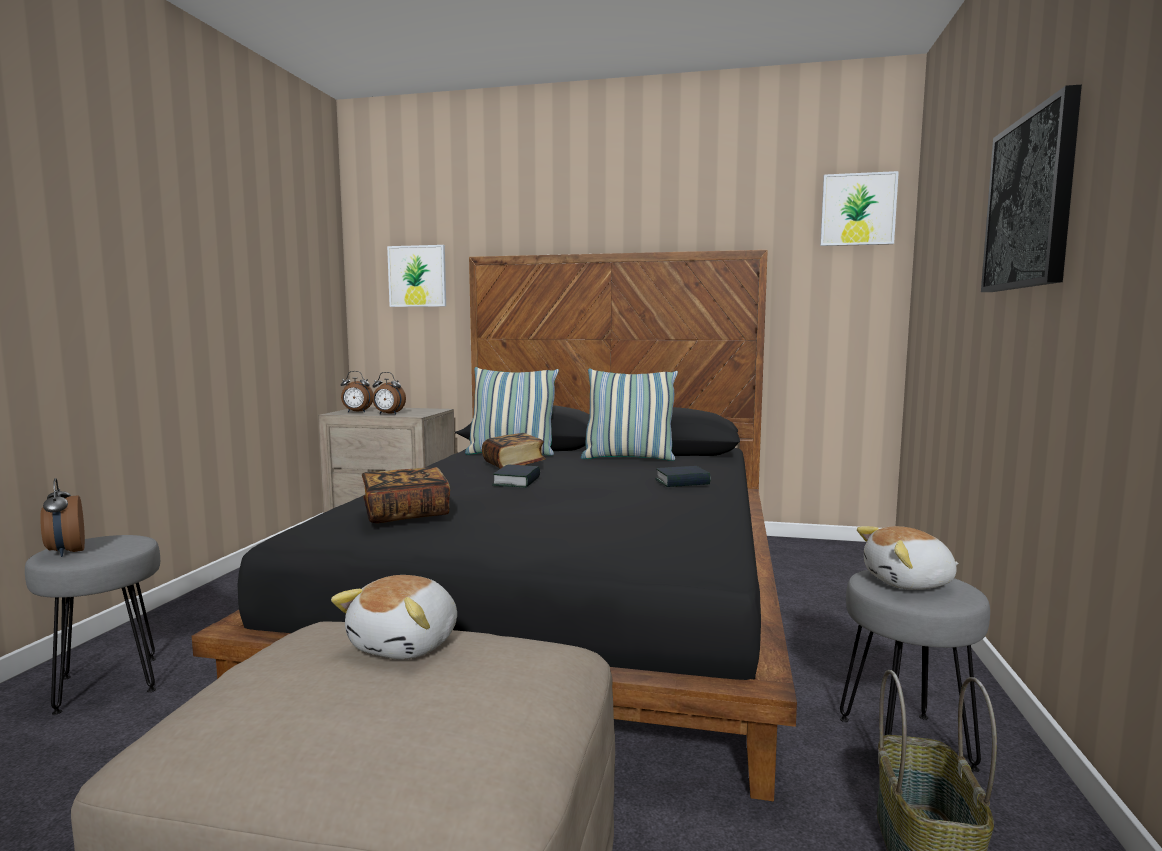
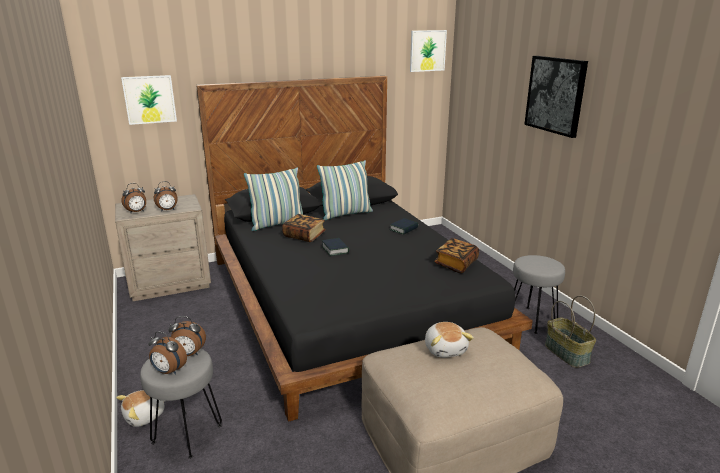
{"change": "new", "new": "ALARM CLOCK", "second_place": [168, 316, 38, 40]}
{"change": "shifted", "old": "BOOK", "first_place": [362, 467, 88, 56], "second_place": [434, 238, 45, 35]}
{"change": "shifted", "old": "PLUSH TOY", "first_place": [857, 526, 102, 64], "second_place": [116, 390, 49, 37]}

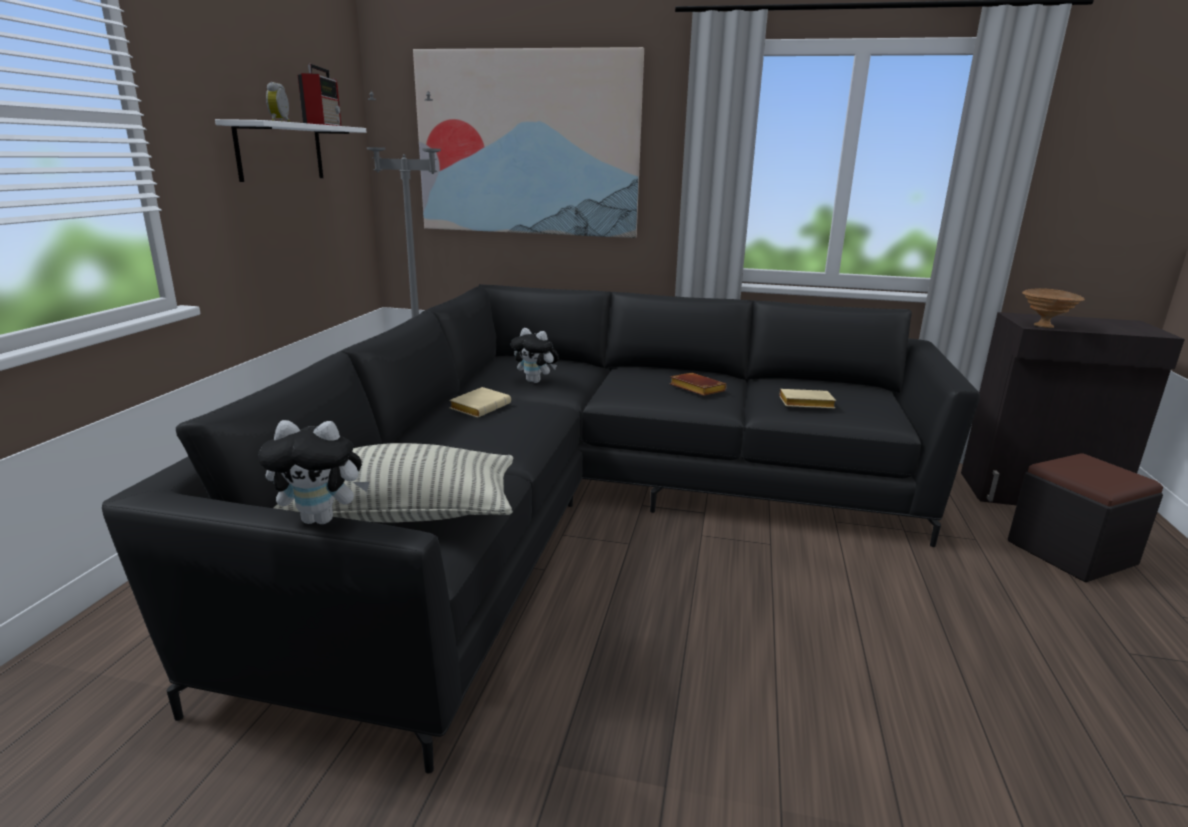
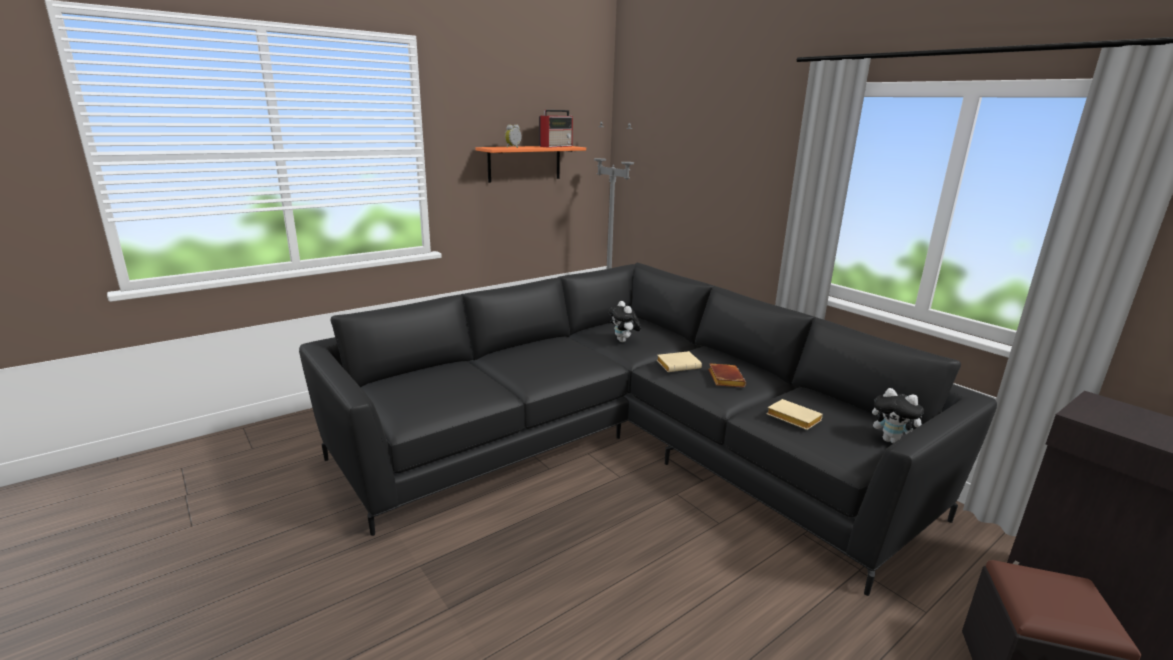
{"change": "gone", "old": "PILLOW", "first_place": [274, 443, 239, 80]}
{"change": "gone", "old": "PICTURE", "first_place": [413, 47, 231, 191]}
{"change": "gone", "old": "BROWN BOWL", "first_place": [1022, 288, 63, 40]}
{"change": "shifted", "old": "PLUSH TOY", "first_place": [258, 420, 112, 104], "second_place": [872, 388, 52, 56]}
{"change": "shifted", "old": "BEIGE BOOK", "first_place": [449, 387, 62, 31], "second_place": [657, 351, 45, 21]}
{"change": "repainted", "old": "WHITE SHELF", "new": "ORANGE SHELF", "first_place": [215, 119, 151, 63], "second_place": [476, 146, 110, 37]}

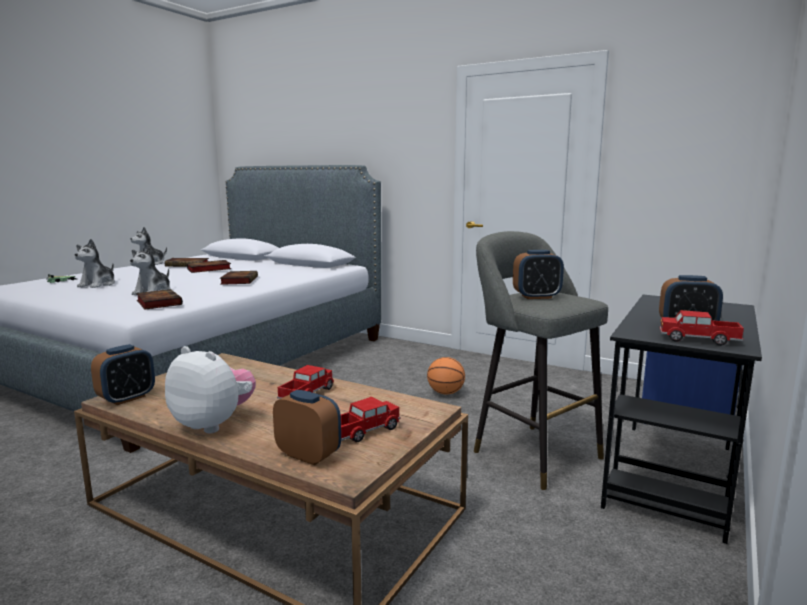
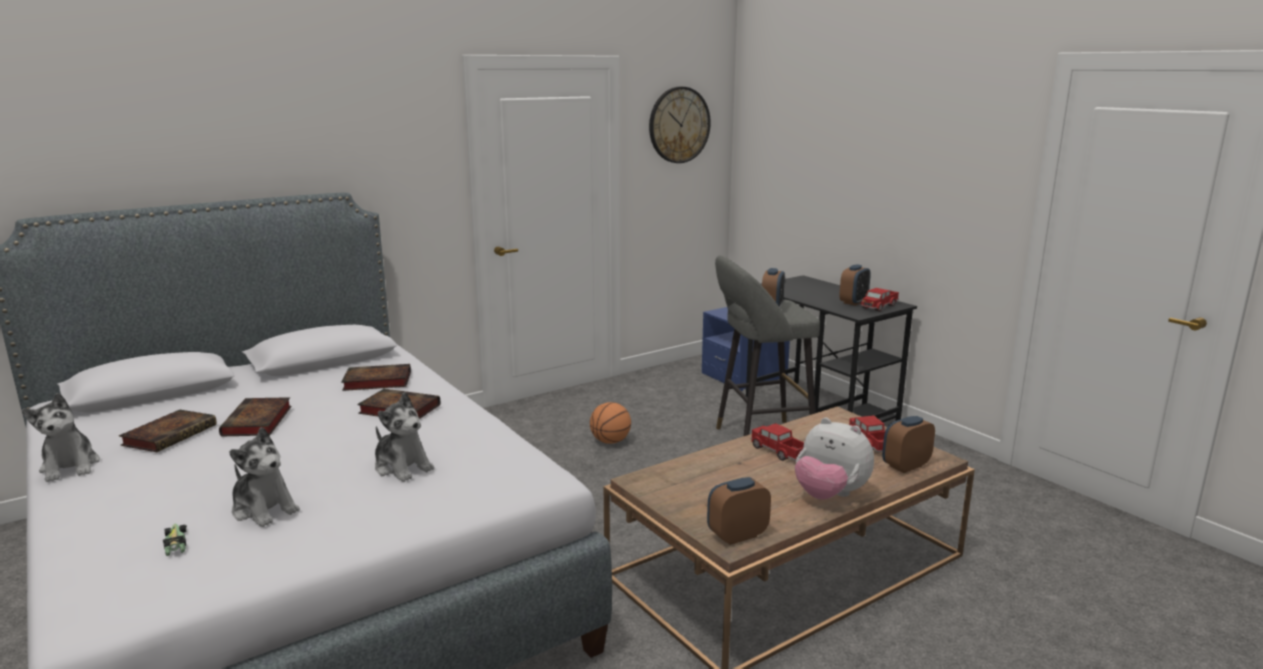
{"change": "new", "new": "WALL CLOCK", "second_place": [649, 87, 62, 76]}
{"change": "shifted", "old": "BOOK", "first_place": [136, 289, 47, 21], "second_place": [341, 364, 70, 27]}
{"change": "rotated", "old": "ALARM CLOCK", "first_place": [91, 344, 64, 61], "second_place": [707, 477, 64, 68], "degrees": -90}
{"change": "rotated", "old": "PLUSH TOY", "first_place": [165, 346, 91, 87], "second_place": [795, 417, 79, 83], "degrees": -105}

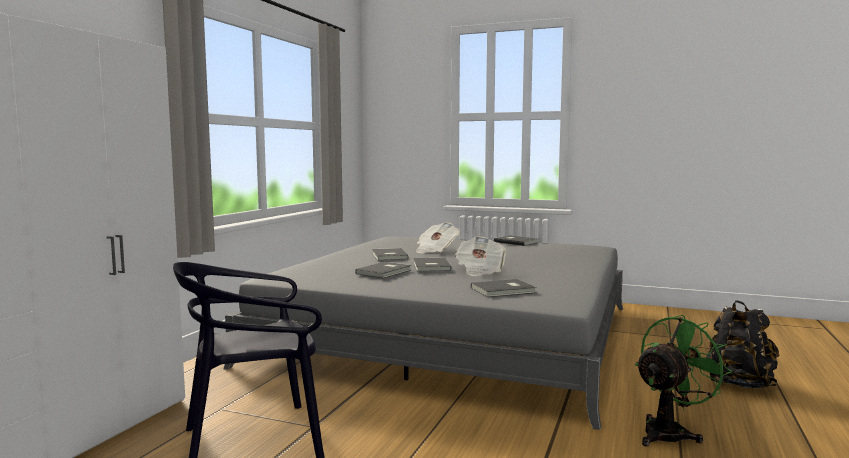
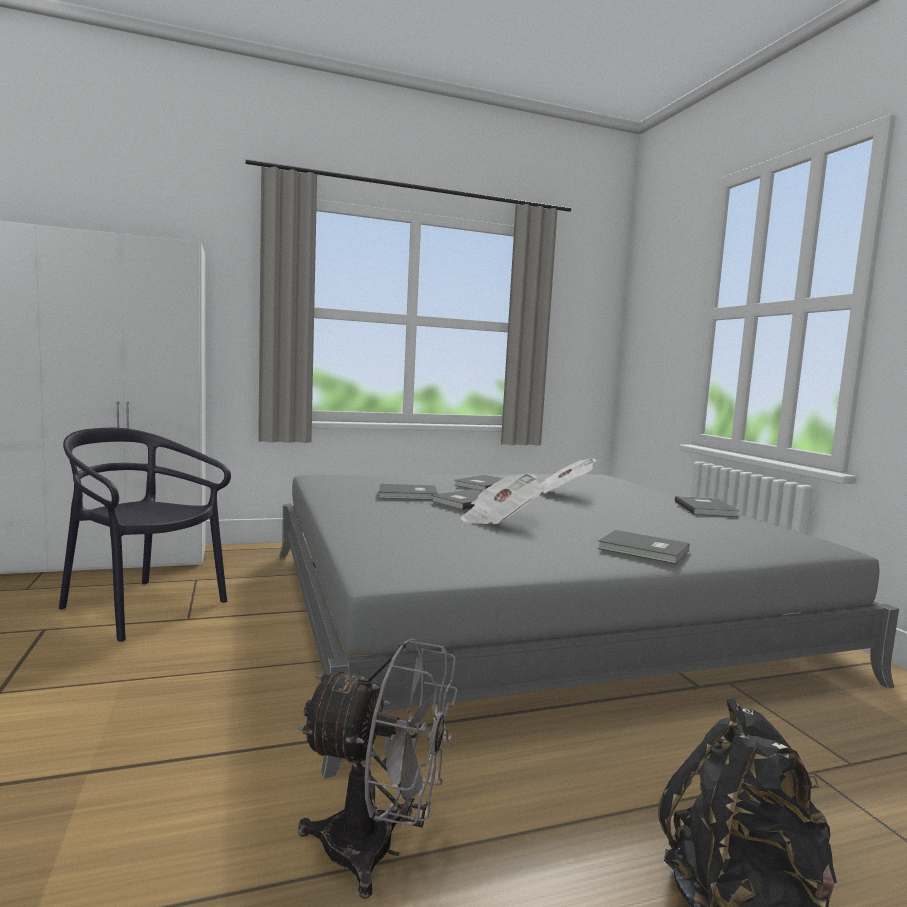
{"change": "shifted", "old": "GREY BOOK", "first_place": [471, 279, 65, 18], "second_place": [598, 530, 91, 34]}
{"change": "repainted", "old": "GREEN FAN", "new": "GREY FAN", "first_place": [635, 315, 97, 131], "second_place": [297, 638, 160, 261]}

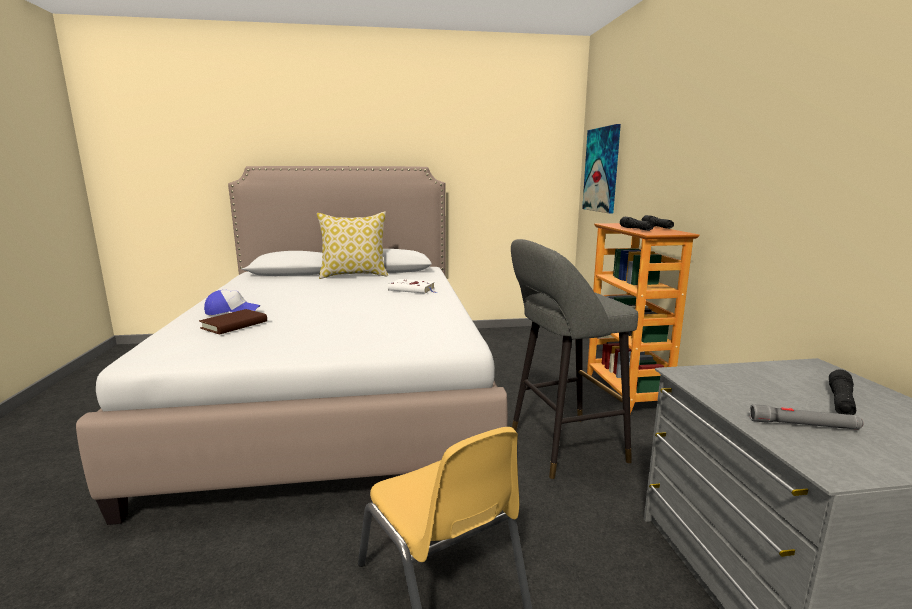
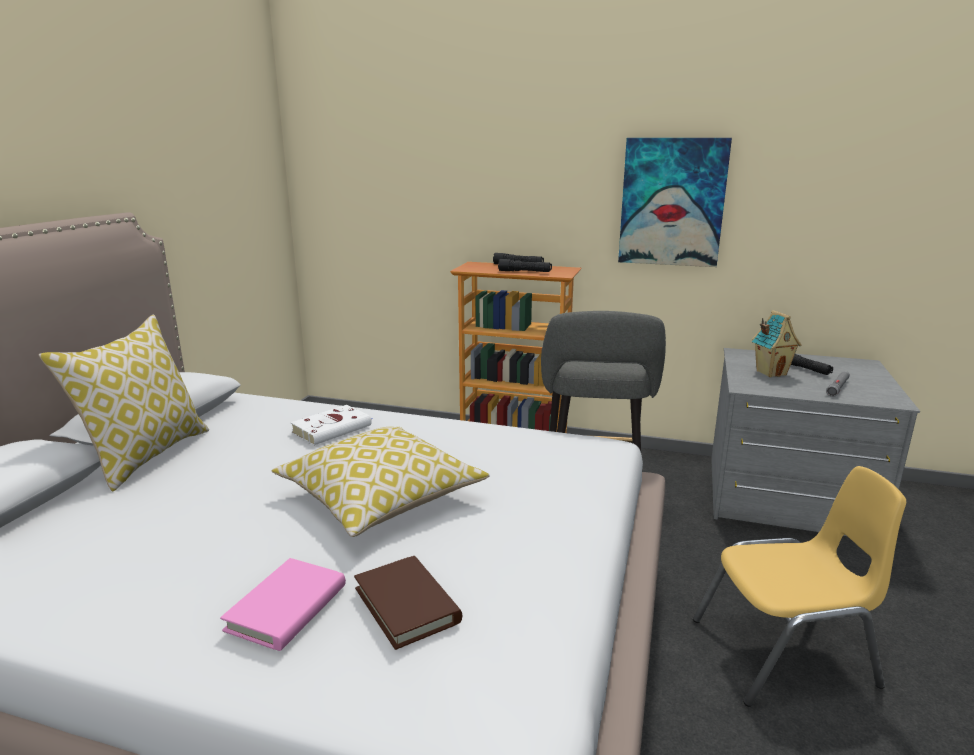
{"change": "new", "new": "PILLOW", "second_place": [271, 427, 219, 110]}
{"change": "new", "new": "TOY HOUSE", "second_place": [752, 310, 49, 67]}
{"change": "shifted", "old": "PICTURE", "first_place": [582, 124, 39, 90], "second_place": [618, 138, 114, 129]}
{"change": "swapped", "old": "CAP", "new": "PINK BOOK", "first_place": [204, 290, 56, 25], "second_place": [220, 558, 126, 93]}

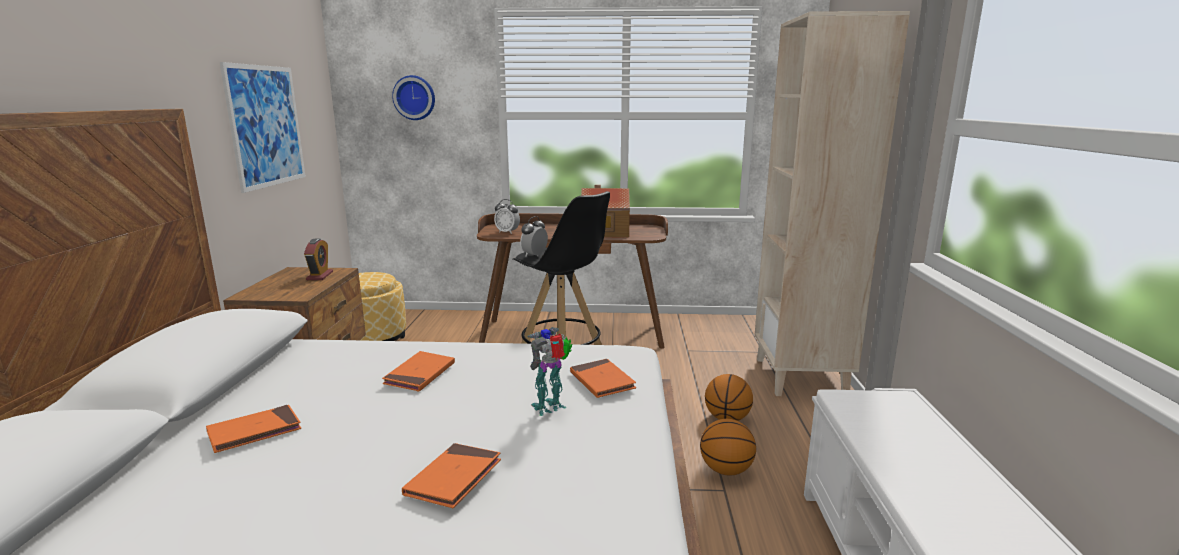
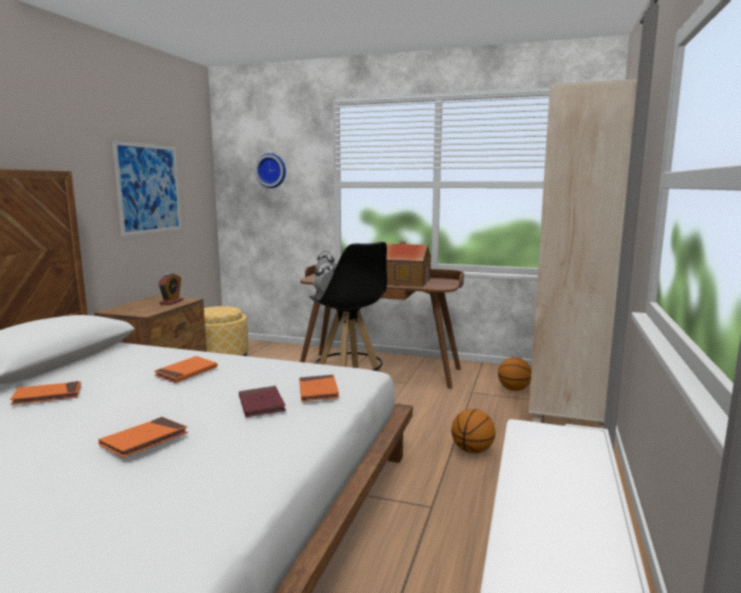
{"change": "shifted", "old": "BASKETBALL", "first_place": [700, 419, 56, 57], "second_place": [498, 357, 33, 34]}
{"change": "swapped", "old": "TOY ROBOT", "new": "RED BOOK", "first_place": [527, 327, 45, 89], "second_place": [239, 386, 47, 31]}

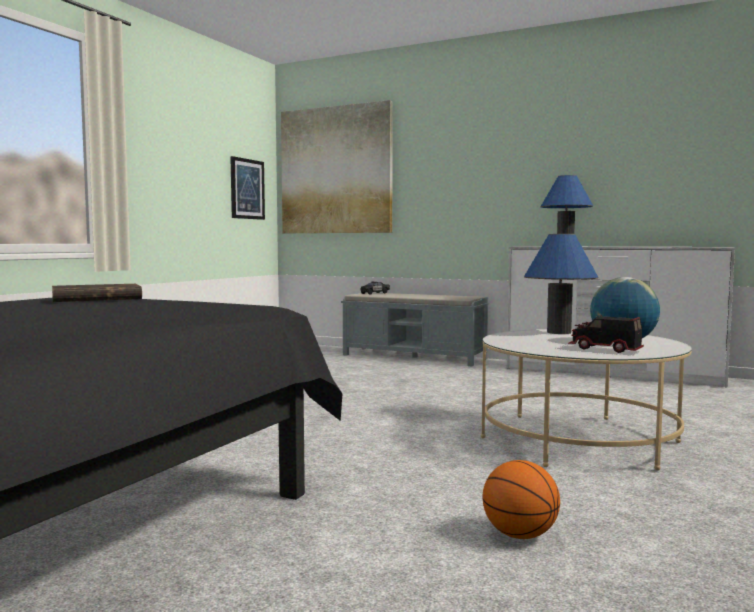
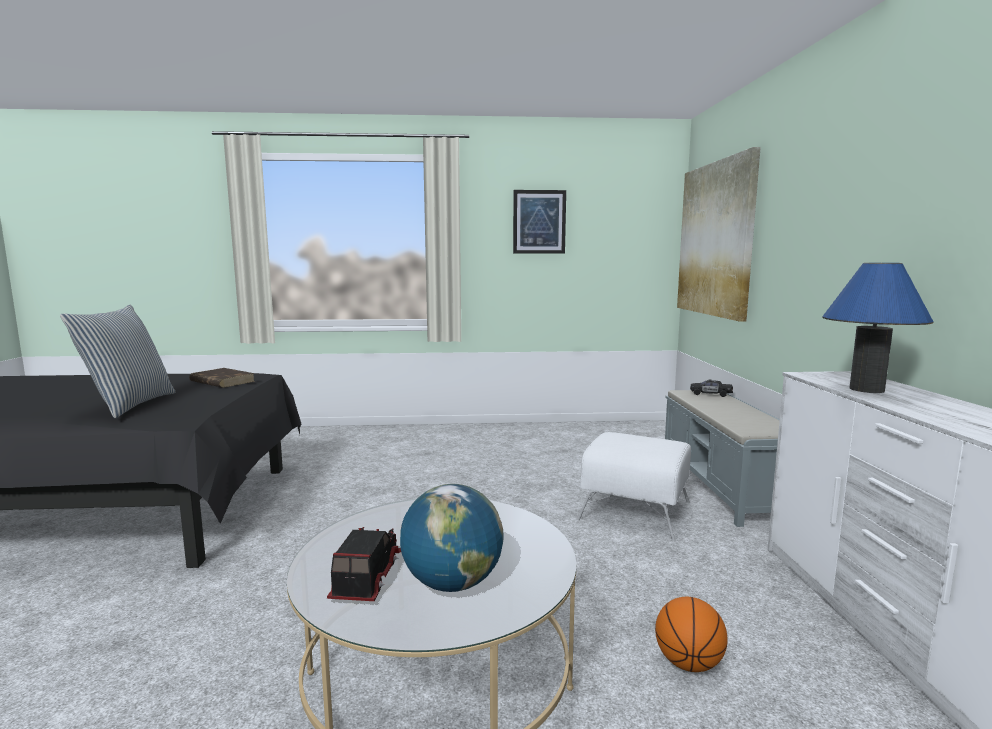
{"change": "gone", "old": "BLUE TABLE LAMP", "first_place": [524, 234, 74, 100]}
{"change": "new", "new": "PILLOW", "second_place": [60, 305, 116, 113]}
{"change": "new", "new": "WHITE OTTOMAN", "second_place": [576, 432, 115, 109]}
{"change": "shifted", "old": "PICTURE", "first_place": [230, 156, 35, 64], "second_place": [513, 190, 53, 64]}
{"change": "shifted", "old": "BASKETBALL", "first_place": [483, 460, 77, 79], "second_place": [655, 597, 73, 75]}

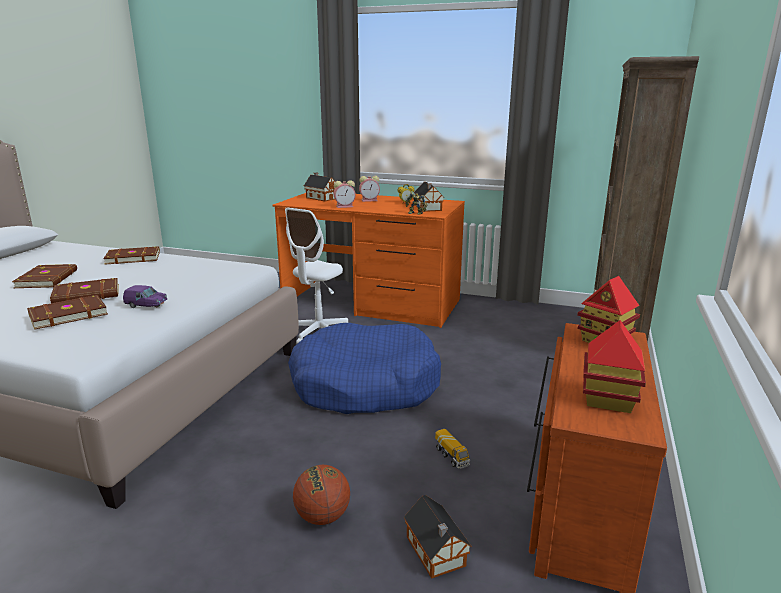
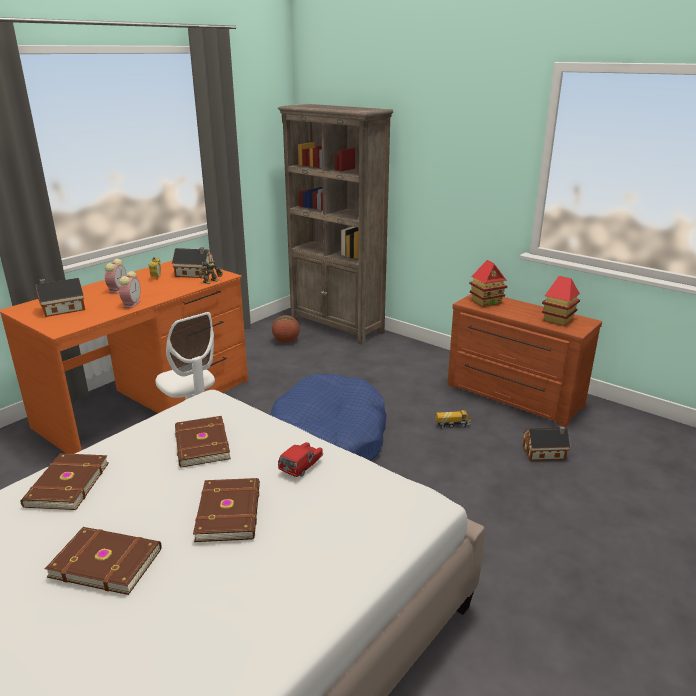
{"change": "shifted", "old": "BROWN BOOK", "first_place": [27, 295, 81, 35], "second_place": [175, 416, 56, 51]}
{"change": "shifted", "old": "BASKETBALL", "first_place": [293, 465, 57, 60], "second_place": [272, 315, 28, 28]}
{"change": "repainted", "old": "PURPLE TOY CAR", "new": "RED TOY CAR", "first_place": [123, 285, 45, 23], "second_place": [278, 442, 45, 35]}

